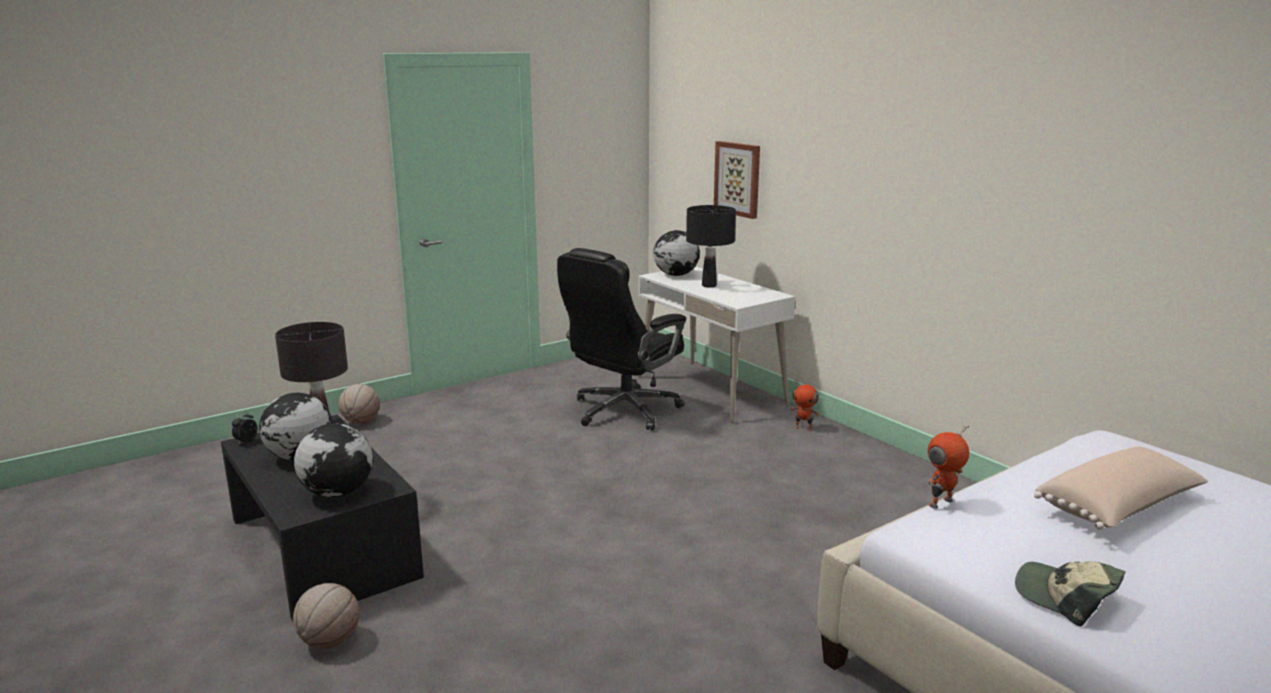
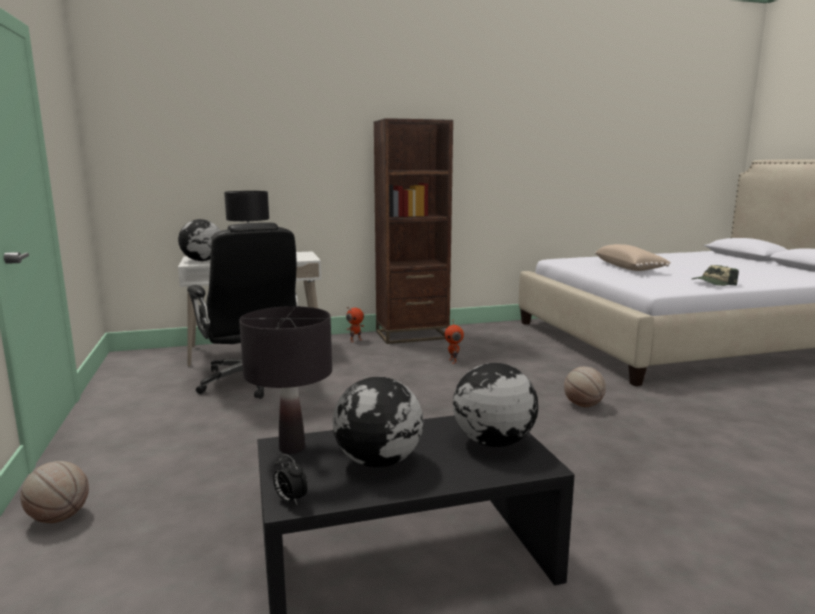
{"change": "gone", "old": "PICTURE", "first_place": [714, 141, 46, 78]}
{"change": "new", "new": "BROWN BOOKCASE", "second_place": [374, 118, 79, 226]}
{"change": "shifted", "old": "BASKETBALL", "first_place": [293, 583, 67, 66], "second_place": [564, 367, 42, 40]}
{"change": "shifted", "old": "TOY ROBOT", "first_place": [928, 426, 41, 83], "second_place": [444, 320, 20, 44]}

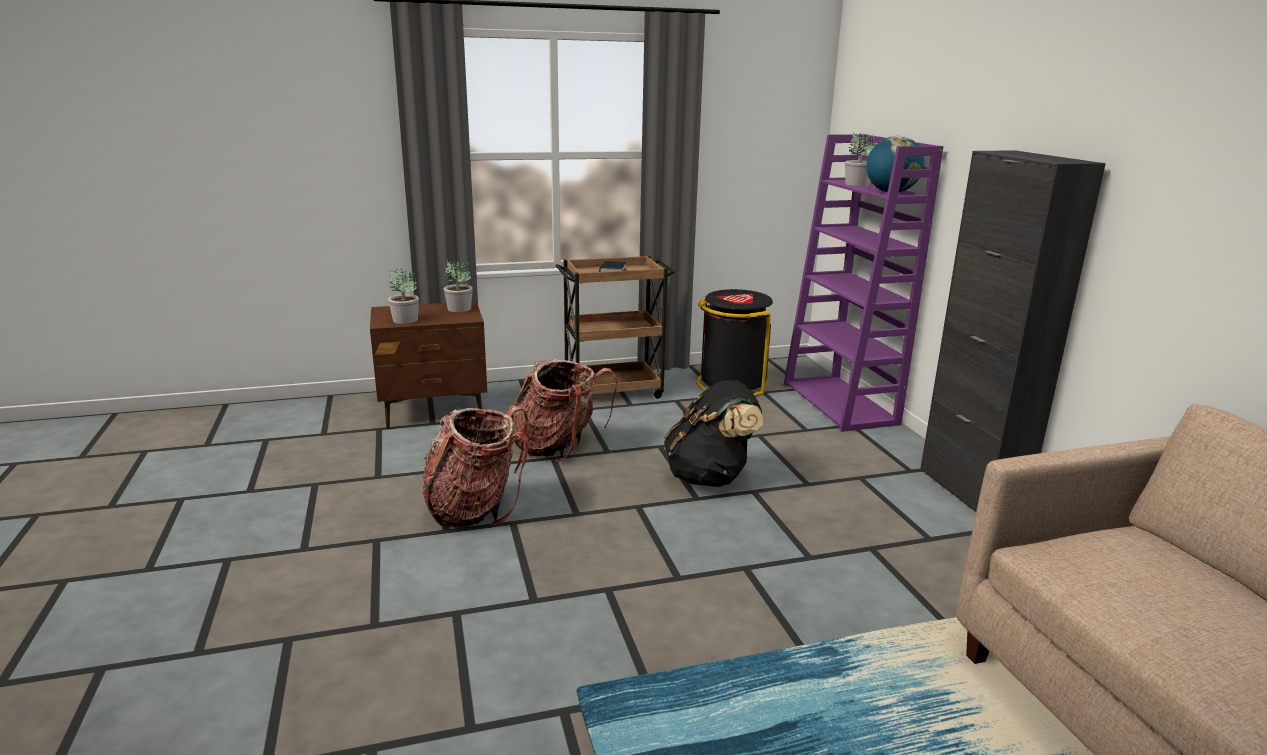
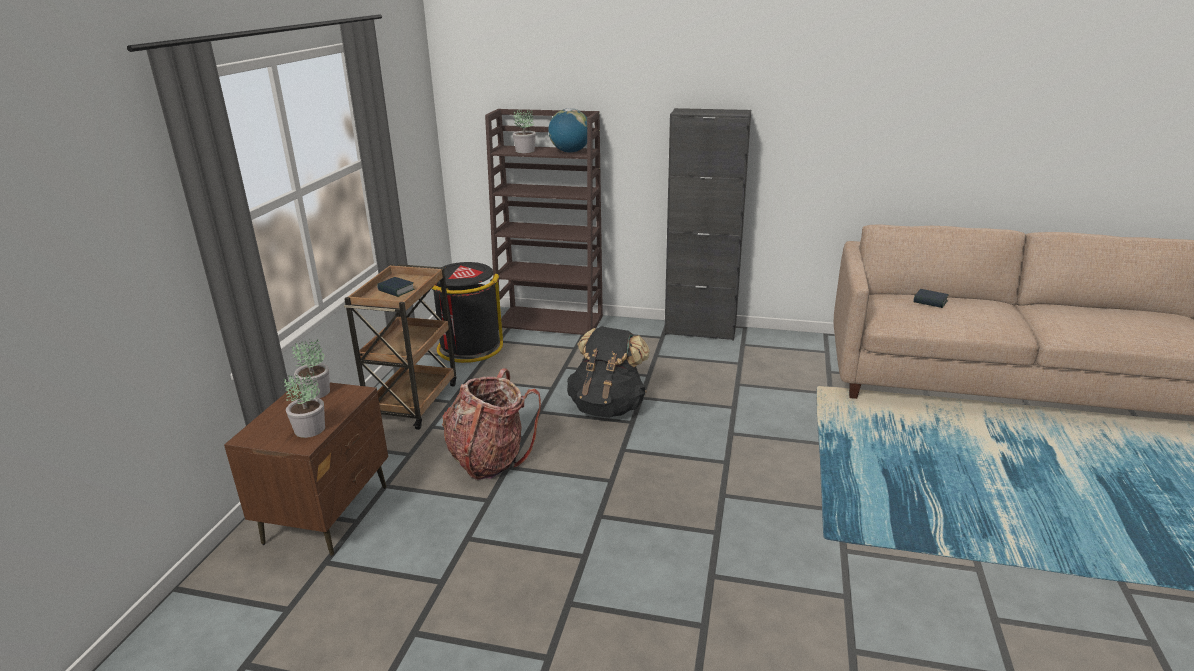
{"change": "gone", "old": "BACKPACK", "first_place": [423, 406, 106, 123]}
{"change": "new", "new": "BOOK", "second_place": [913, 289, 36, 19]}
{"change": "repainted", "old": "PURPLE BOOKCASE", "new": "BROWN BOOKCASE", "first_place": [784, 134, 160, 298], "second_place": [485, 109, 118, 226]}

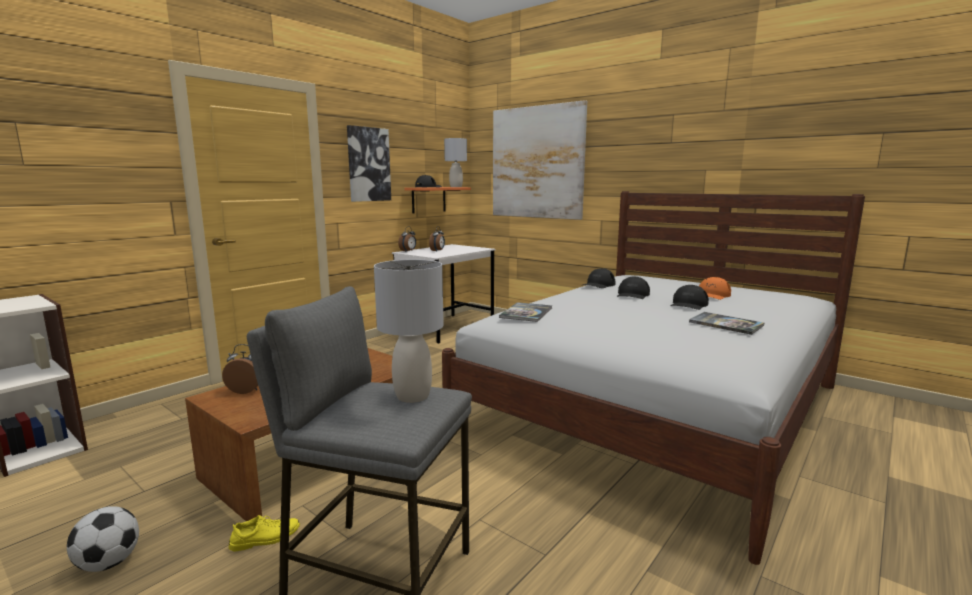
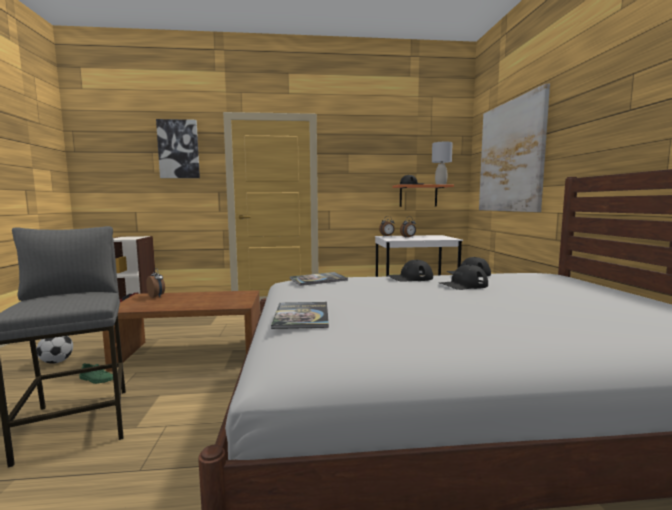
{"change": "gone", "old": "GREY TABLE LAMP", "first_place": [374, 259, 70, 144]}
{"change": "gone", "old": "ORANGE CAP", "first_place": [699, 277, 32, 23]}
{"change": "shifted", "old": "PICTURE", "first_place": [347, 125, 44, 77], "second_place": [156, 119, 44, 59]}
{"change": "shifted", "old": "BLACK CAP", "first_place": [670, 285, 39, 25], "second_place": [388, 260, 45, 22]}
{"change": "shifted", "old": "BOOK", "first_place": [689, 312, 75, 23], "second_place": [271, 302, 58, 27]}
{"change": "repainted", "old": "YELLOW SHOE", "new": "GREEN SHOE", "first_place": [229, 515, 71, 37], "second_place": [80, 363, 33, 21]}

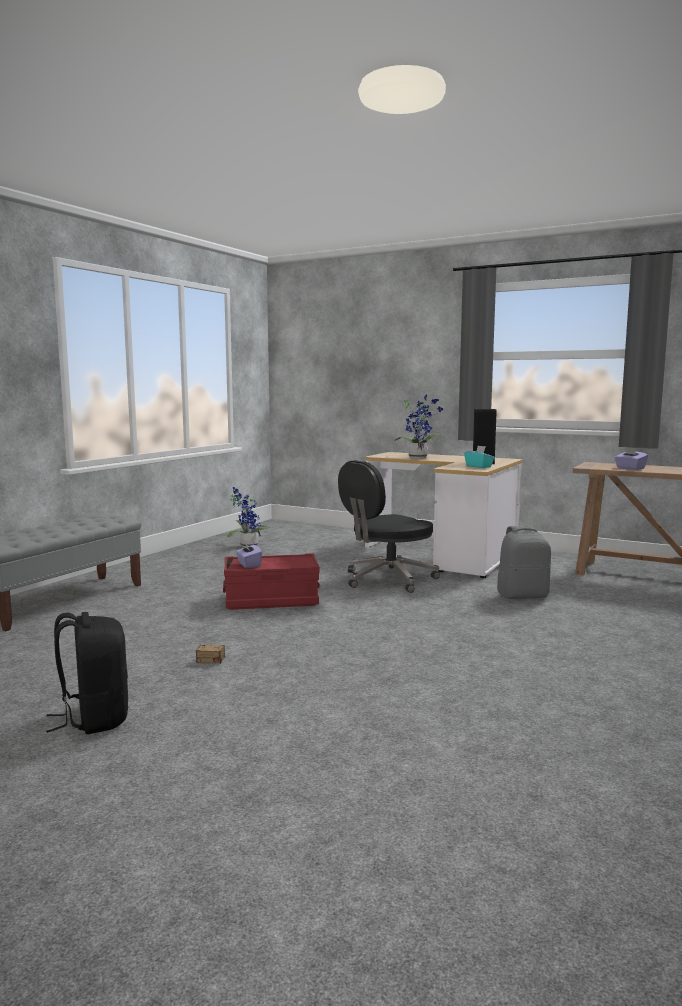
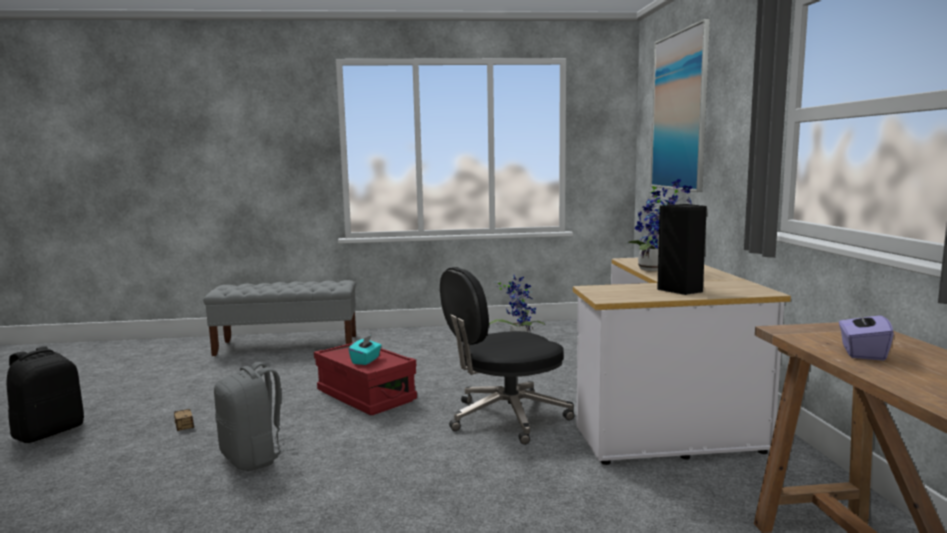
{"change": "gone", "old": "PURPLE TISSUE BOX", "first_place": [236, 541, 26, 27]}
{"change": "new", "new": "PICTURE", "second_place": [650, 19, 60, 173]}
{"change": "shifted", "old": "TURQUOISE TISSUE BOX", "first_place": [464, 446, 31, 22], "second_place": [348, 335, 34, 30]}
{"change": "shifted", "old": "GREY BACKPACK", "first_place": [497, 526, 54, 73], "second_place": [214, 362, 81, 109]}
{"change": "rotated", "old": "BLACK OFFICE CHAIR", "first_place": [338, 460, 102, 133], "second_place": [440, 267, 134, 178], "degrees": -45}

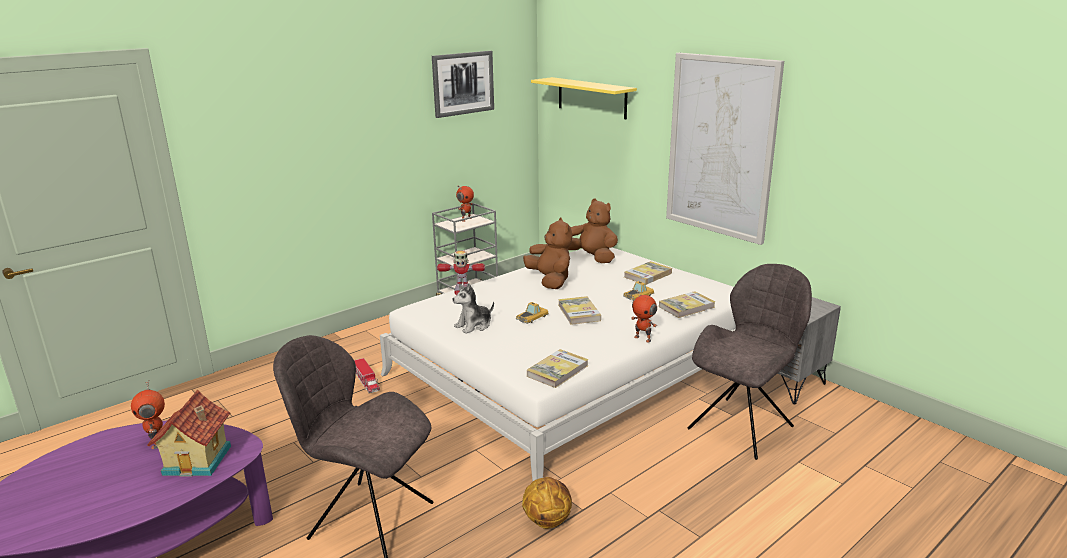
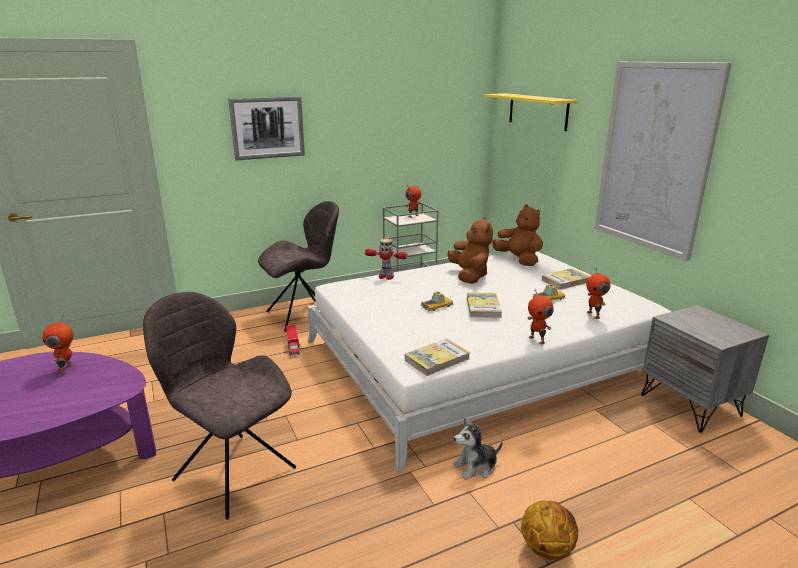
{"change": "gone", "old": "TOY HOUSE", "first_place": [147, 390, 84, 87]}
{"change": "shifted", "old": "PICTURE", "first_place": [432, 51, 62, 67], "second_place": [228, 96, 77, 64]}
{"change": "shifted", "old": "PLUSH TOY", "first_place": [452, 283, 42, 51], "second_place": [453, 418, 50, 62]}
{"change": "shifted", "old": "BASKETBALL", "first_place": [522, 477, 50, 52], "second_place": [521, 501, 57, 59]}
{"change": "shifted", "old": "GREY CHAIR", "first_place": [688, 264, 124, 196], "second_place": [258, 201, 81, 131]}
{"change": "swapped", "old": "BOOK", "new": "TOY ROBOT", "first_place": [659, 291, 56, 27], "second_place": [586, 268, 25, 51]}

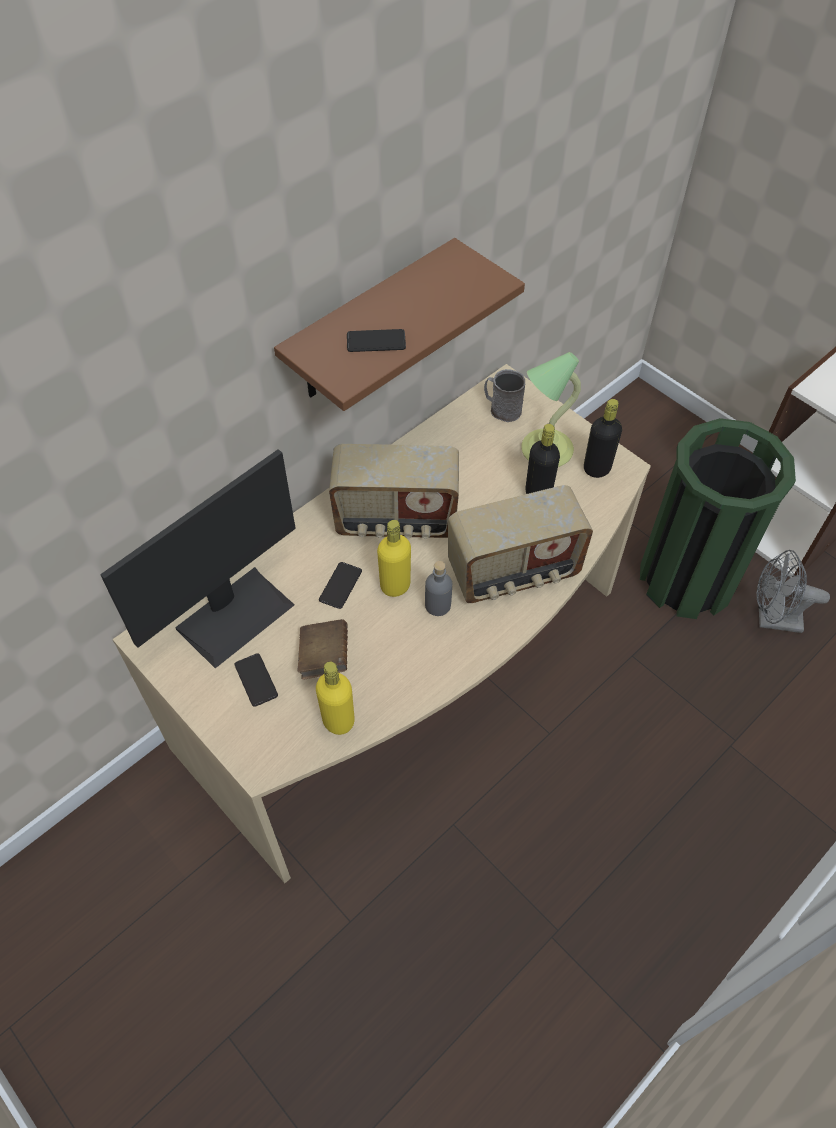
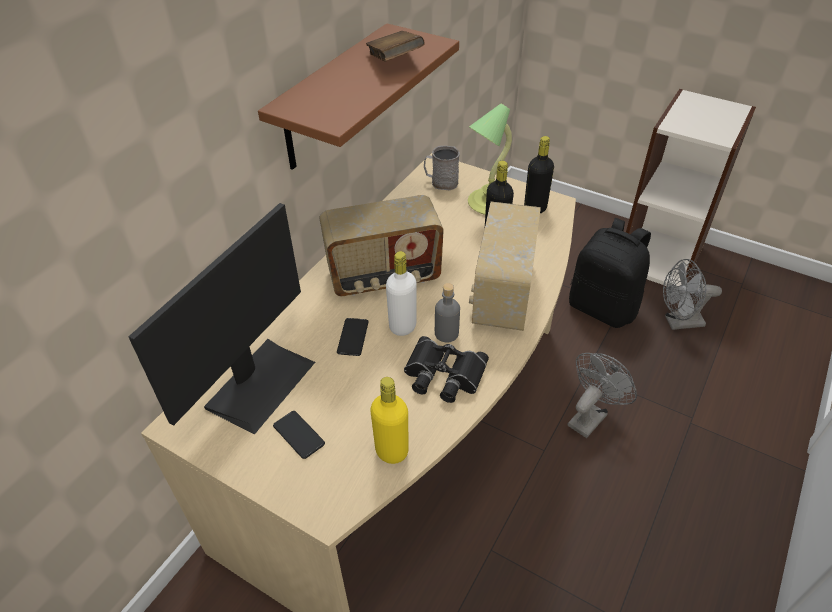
{"change": "gone", "old": "PHONE", "first_place": [347, 329, 59, 23]}
{"change": "new", "new": "BLACK BINOCULARS", "second_place": [404, 336, 85, 67]}
{"change": "new", "new": "GREY FAN", "second_place": [568, 353, 69, 85]}
{"change": "shifted", "old": "BROWN BOOK", "first_place": [298, 619, 50, 61], "second_place": [366, 31, 59, 30]}
{"change": "swapped", "old": "GREEN TRASH CAN", "new": "BLACK BACKPACK", "first_place": [640, 418, 156, 201], "second_place": [569, 218, 82, 110]}
{"change": "repainted", "old": "YELLOW BOTTLE", "new": "WHITE BOTTLE", "first_place": [377, 520, 34, 77], "second_place": [386, 251, 31, 85]}
{"change": "rotated", "old": "RADIO", "first_place": [448, 485, 145, 118], "second_place": [469, 202, 72, 129], "degrees": 135}

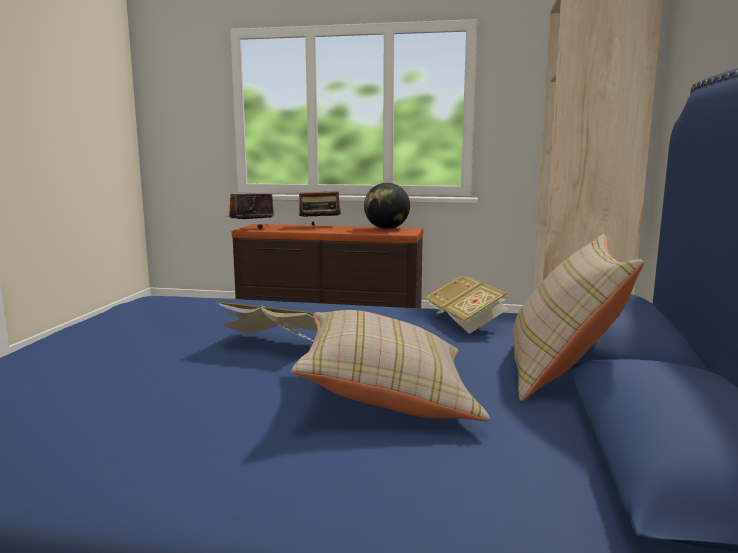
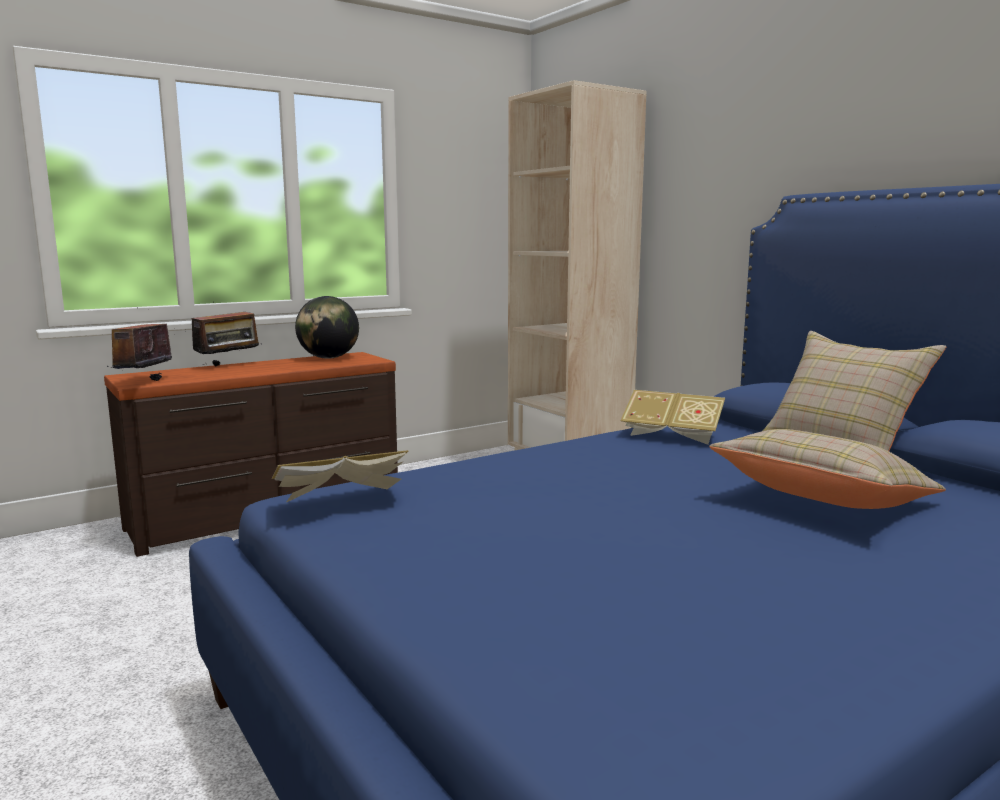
{"change": "shifted", "old": "BOOK", "first_place": [216, 302, 101, 39], "second_place": [272, 450, 136, 52]}

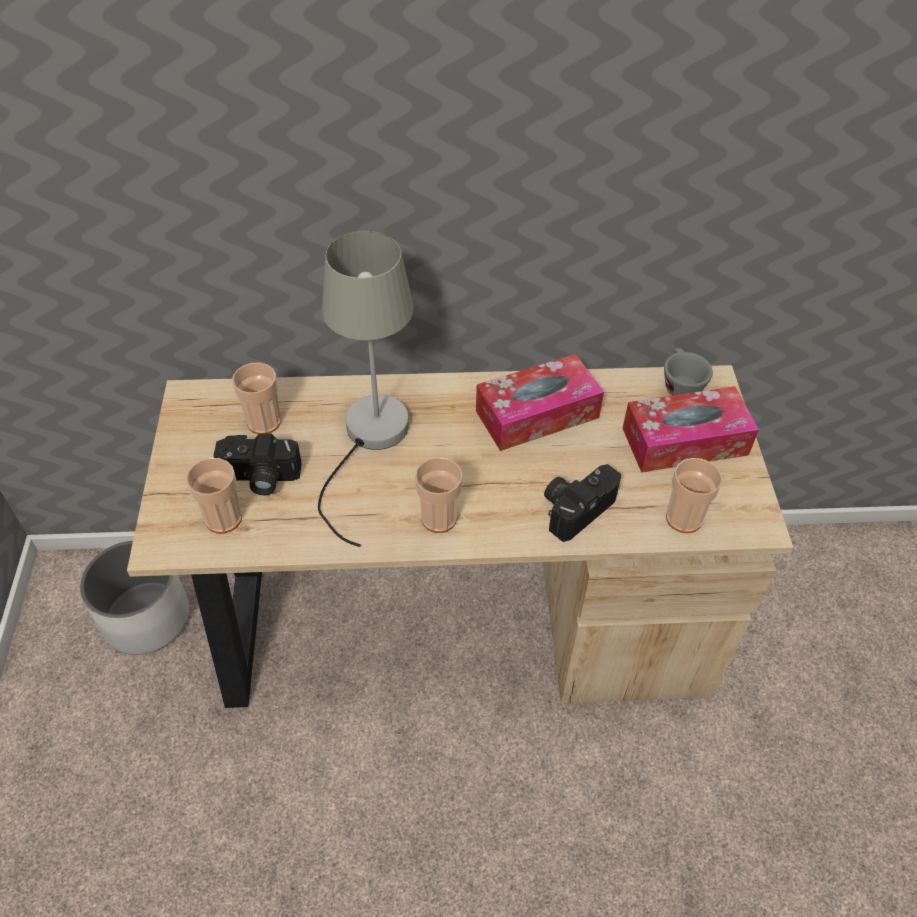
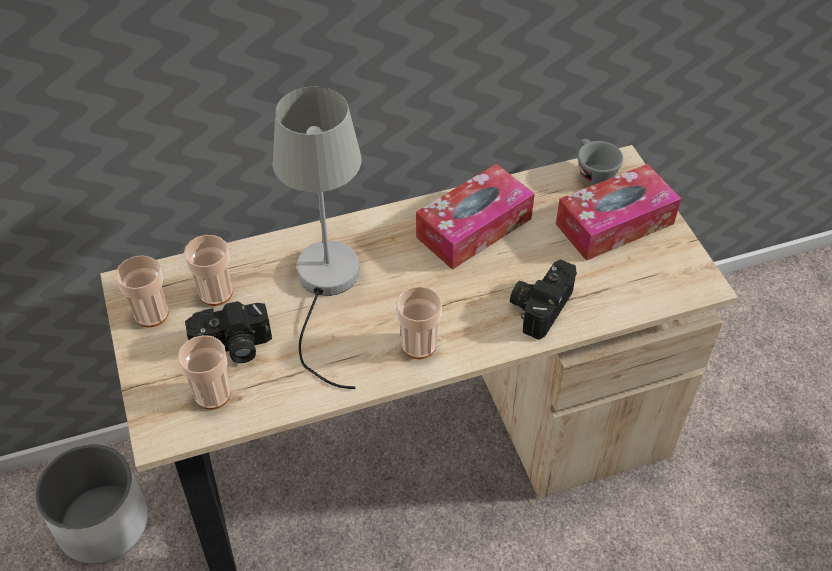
{"change": "shifted", "old": "CUP", "first_place": [666, 458, 57, 75], "second_place": [116, 255, 53, 72]}

